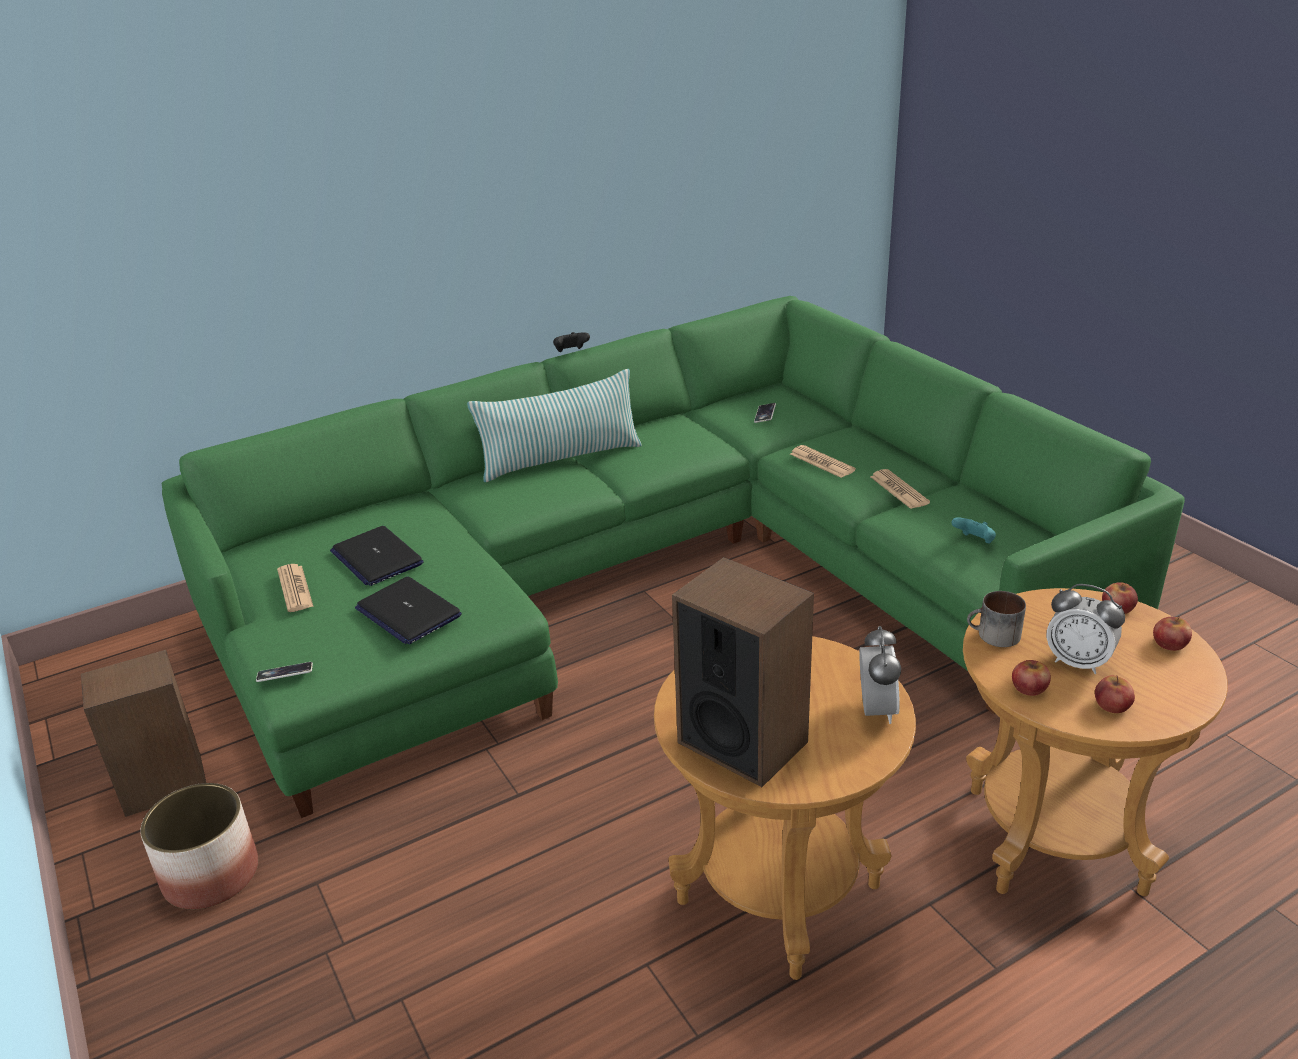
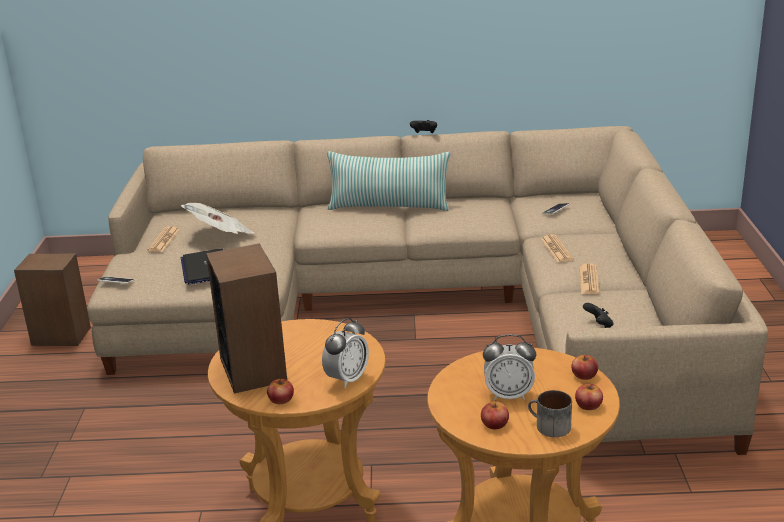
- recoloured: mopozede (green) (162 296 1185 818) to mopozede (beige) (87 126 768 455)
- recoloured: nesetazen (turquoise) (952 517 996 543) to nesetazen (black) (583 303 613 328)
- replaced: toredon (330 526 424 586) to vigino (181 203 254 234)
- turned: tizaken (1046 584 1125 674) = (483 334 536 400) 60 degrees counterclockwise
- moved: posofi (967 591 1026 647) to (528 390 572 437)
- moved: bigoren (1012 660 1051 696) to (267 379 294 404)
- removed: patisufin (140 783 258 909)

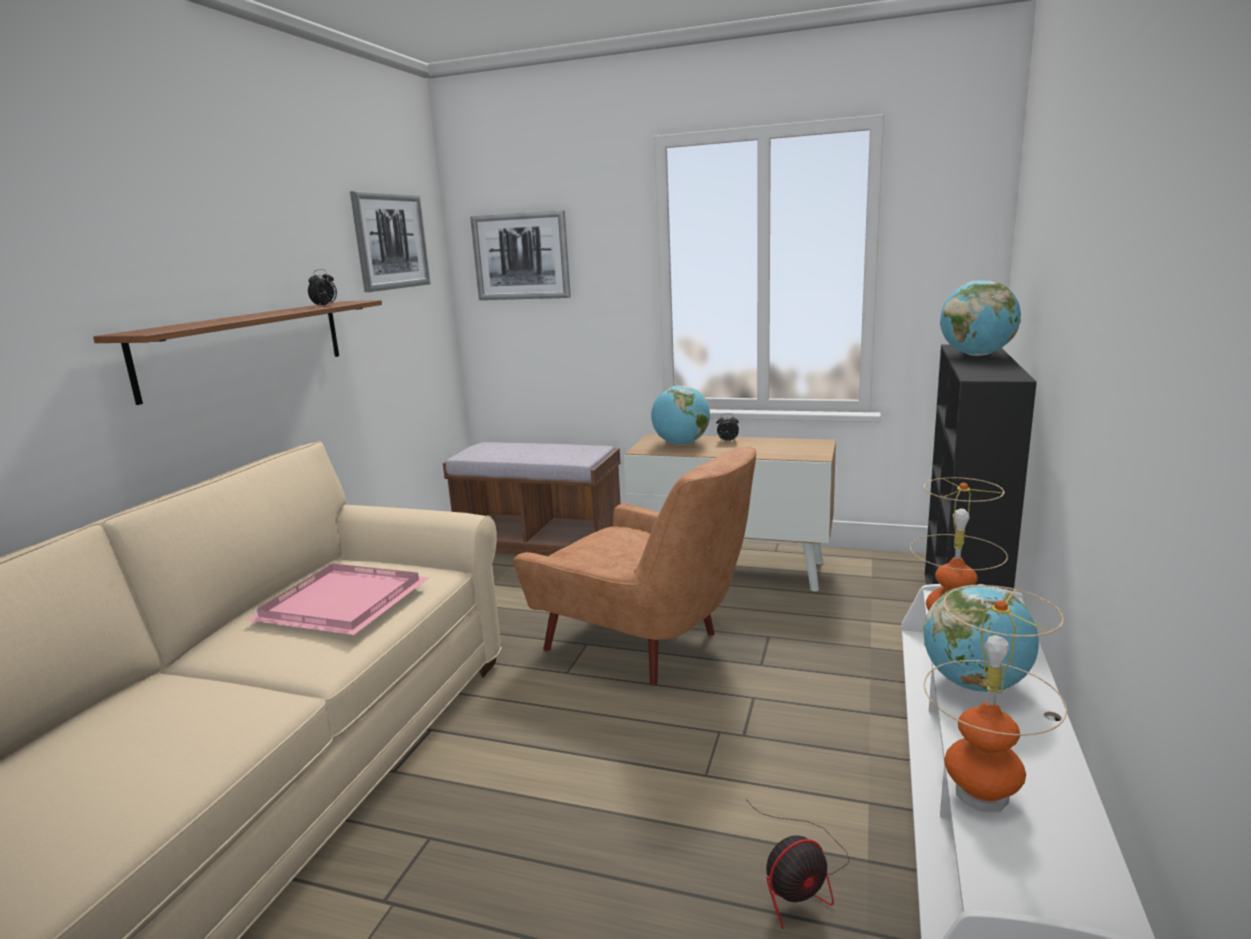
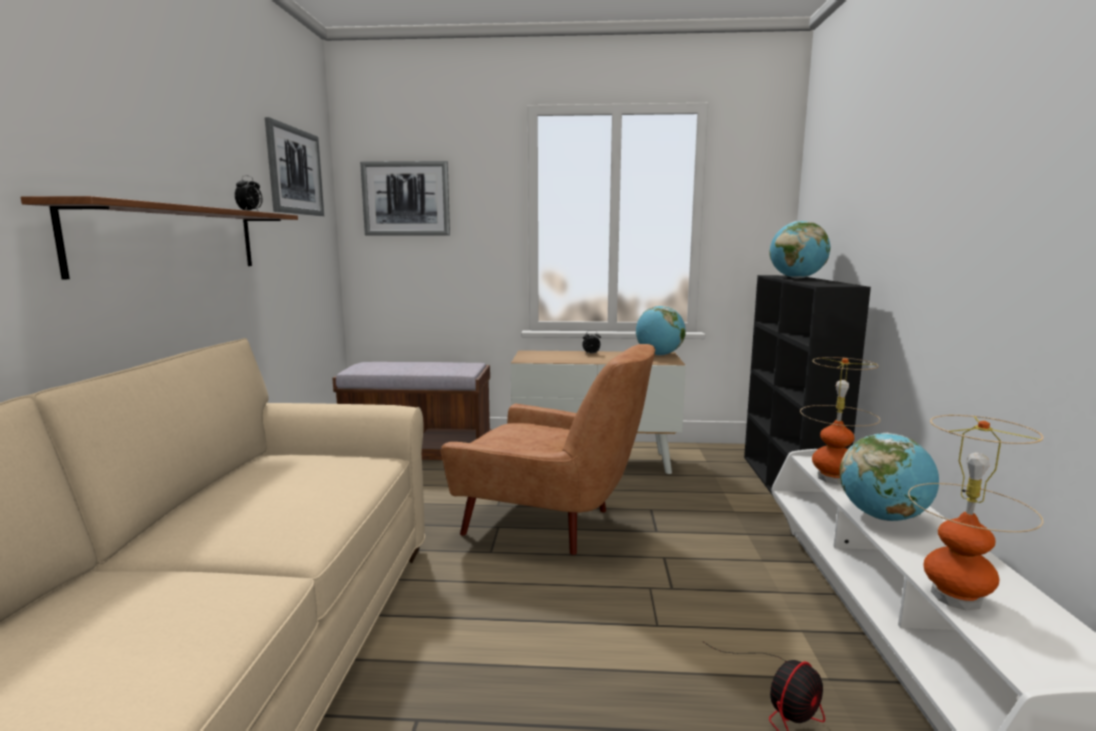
- moved: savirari (651 386 710 445) to (636 306 685 356)
- removed: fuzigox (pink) (247 564 429 635)

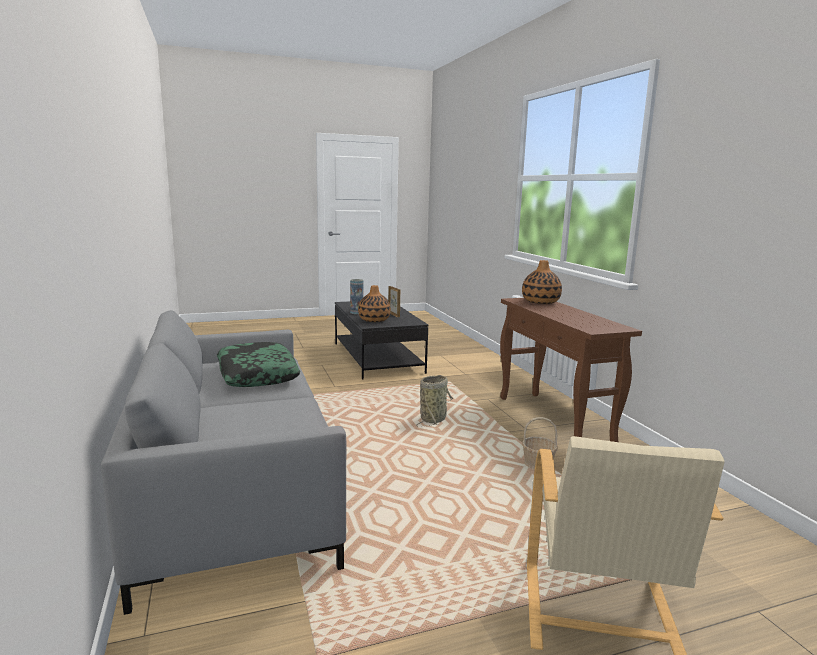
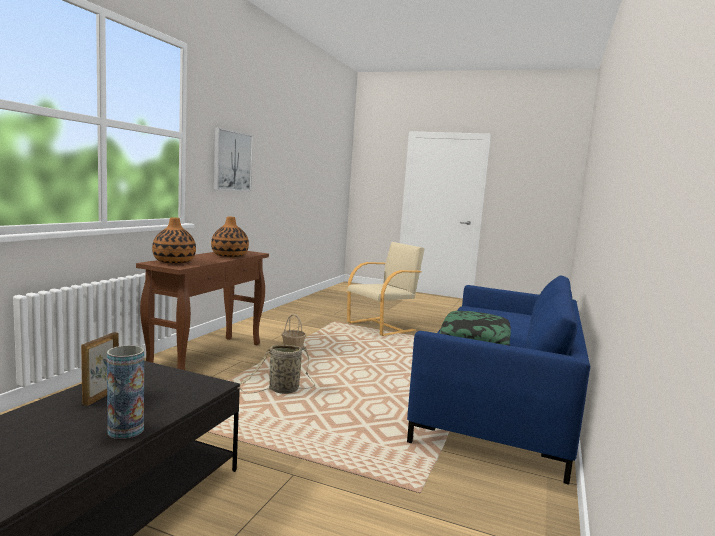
- moved: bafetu (358 285 391 322) to (211 217 249 257)
- recoloured: mopozede (grey) (101 310 347 615) to mopozede (blue) (407 275 590 485)
- added: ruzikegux (214 128 253 191)

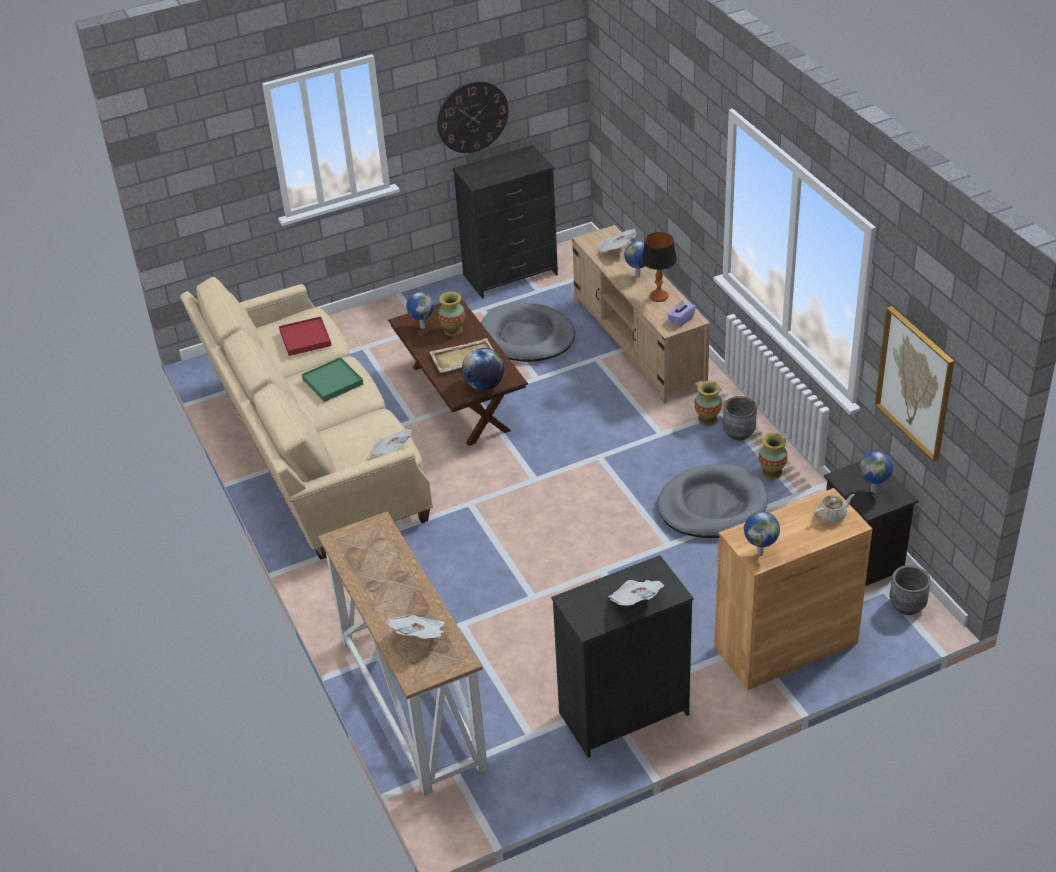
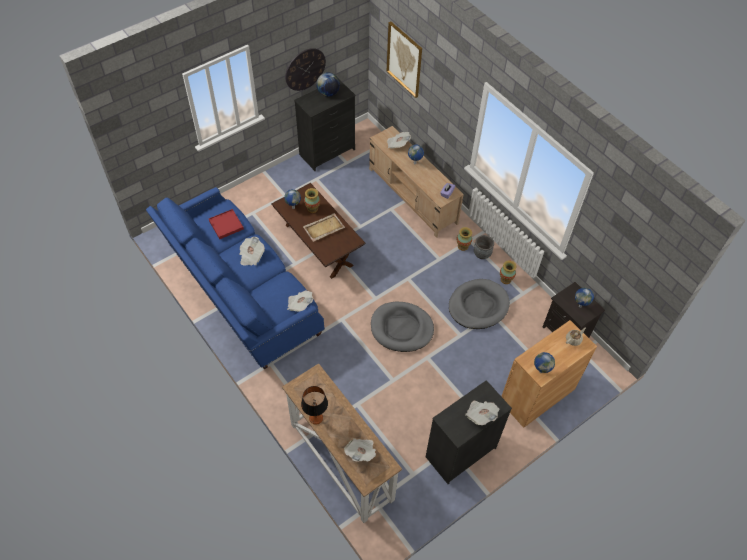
- moved: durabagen (642 232 677 302) to (301 386 328 425)
- recoloured: mopozede (beige) (180 277 433 560) to mopozede (blue) (146 187 325 369)
- moved: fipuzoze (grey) (481 303 575 362) to (371 302 434 352)
- moved: ruzikegux (875 306 954 462) to (387 22 422 98)
- moved: savirari (462 348 504 391) to (316 72 340 97)
- replaced: fuzigox (green) (302 357 363 402) to vigino (239 237 265 265)
- removed: patisufin (grey) (889 565 931 615)

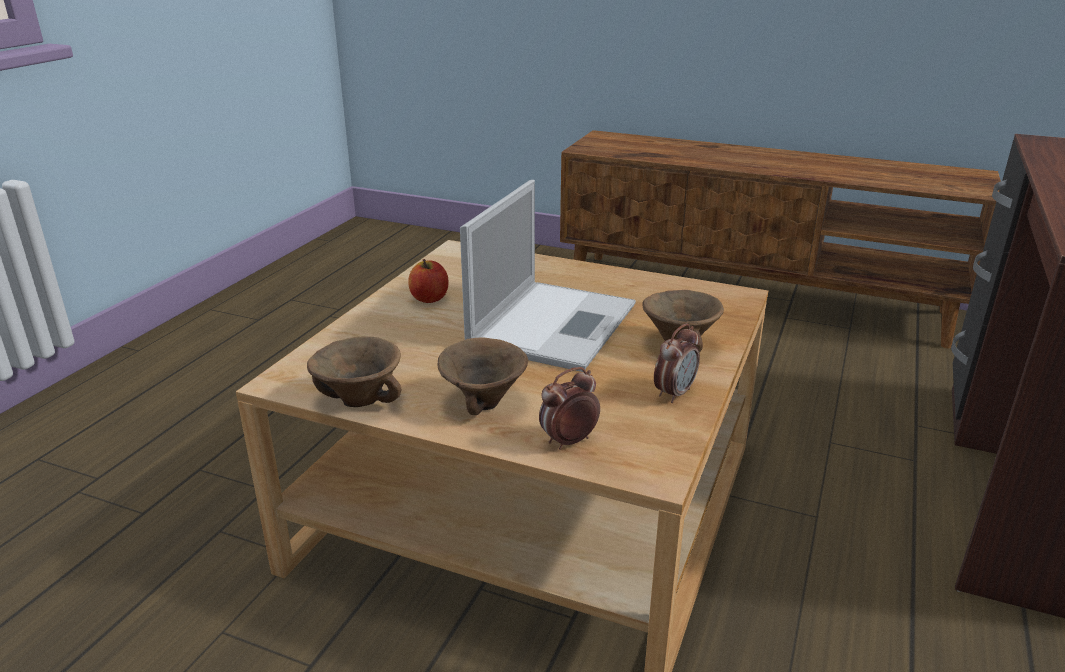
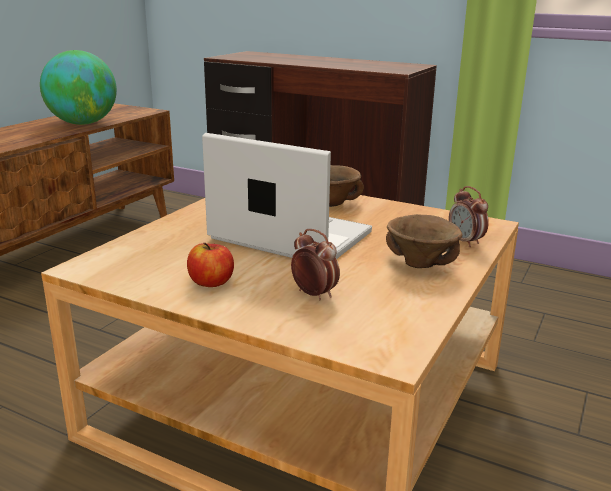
- moved: tizaken (654 323 700 403) to (291 229 340 300)
- removed: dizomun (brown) (307 337 401 407)
- added: savirari (40 50 117 125)

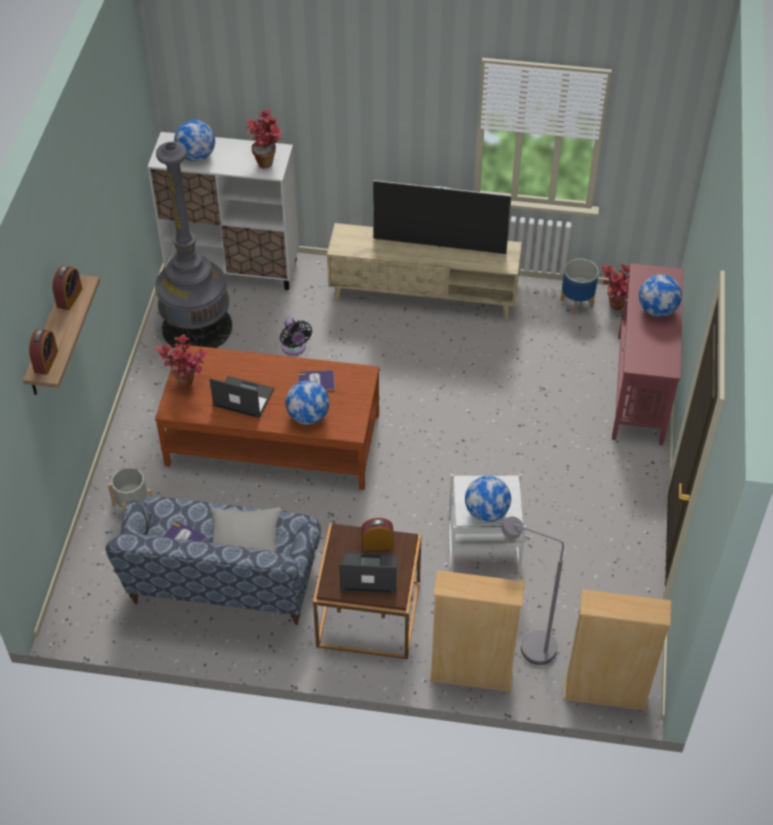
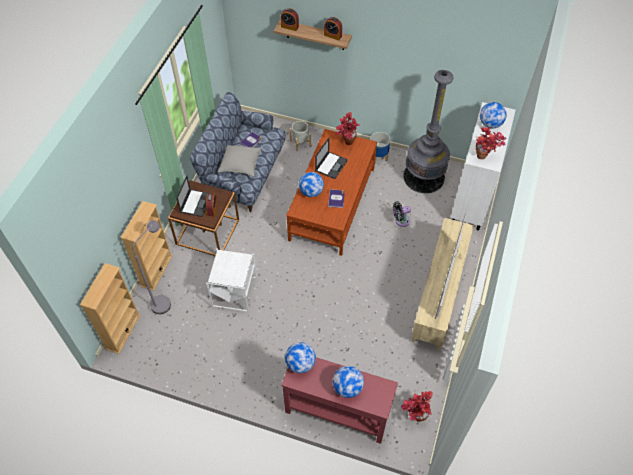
- moved: patisufin (560 258 599 315) to (370 132 390 164)
- moved: savirari (465 476 511 522) to (285 342 316 373)

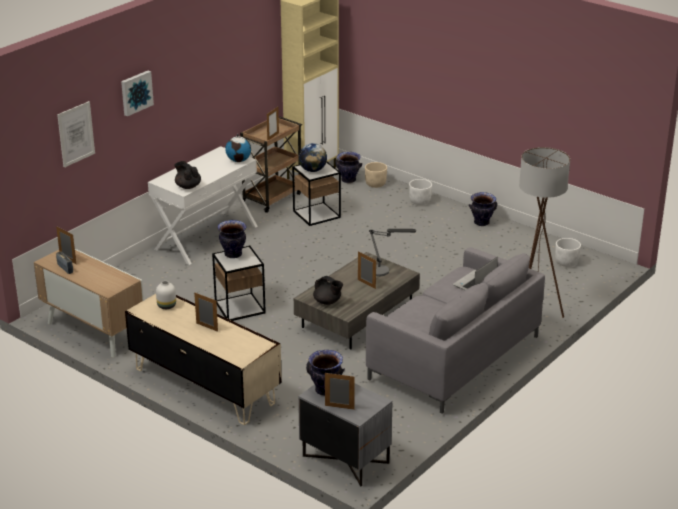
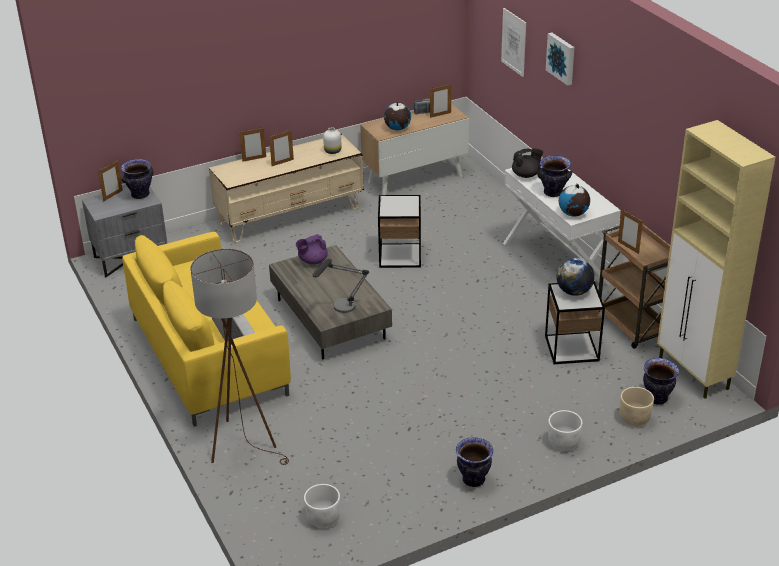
- moved: bafetu (218 220 247 258) to (537 156 573 197)
- recoloured: mopozede (grey) (366 247 545 414) to mopozede (yellow) (122 232 291 427)
- moved: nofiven (358 251 376 289) to (240 128 266 162)
- recoloured: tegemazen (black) (313 276 343 305) to tegemazen (purple) (296 234 328 265)
- added: savirari (384 101 411 130)

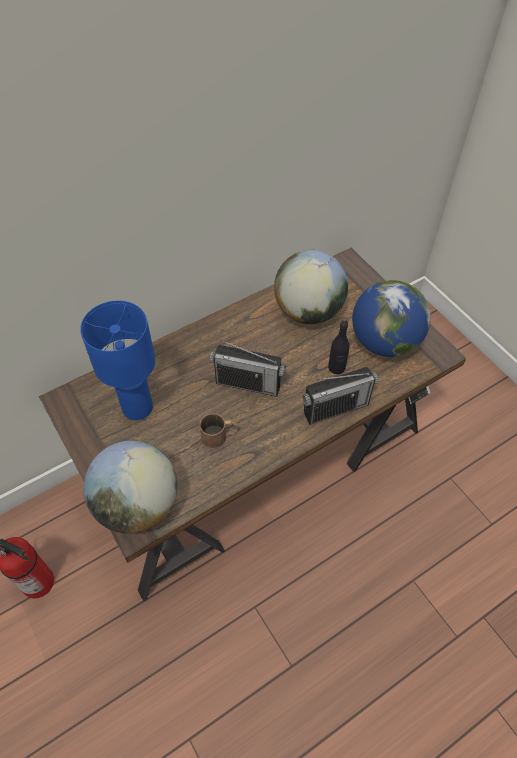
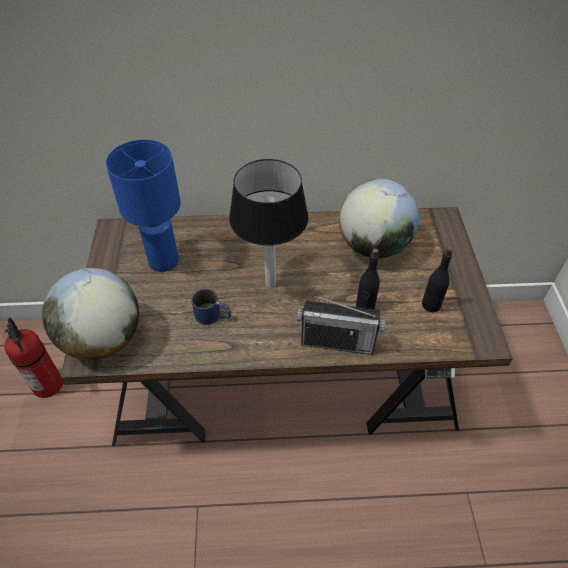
- replaced: savirari (352 280 431 357) to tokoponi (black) (422 247 453 312)
- replaced: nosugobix (209 340 286 397) to durabagen (229 159 308 288)
- recoloured: posofi (brown) (200 413 239 448) to posofi (blue) (191 289 231 325)

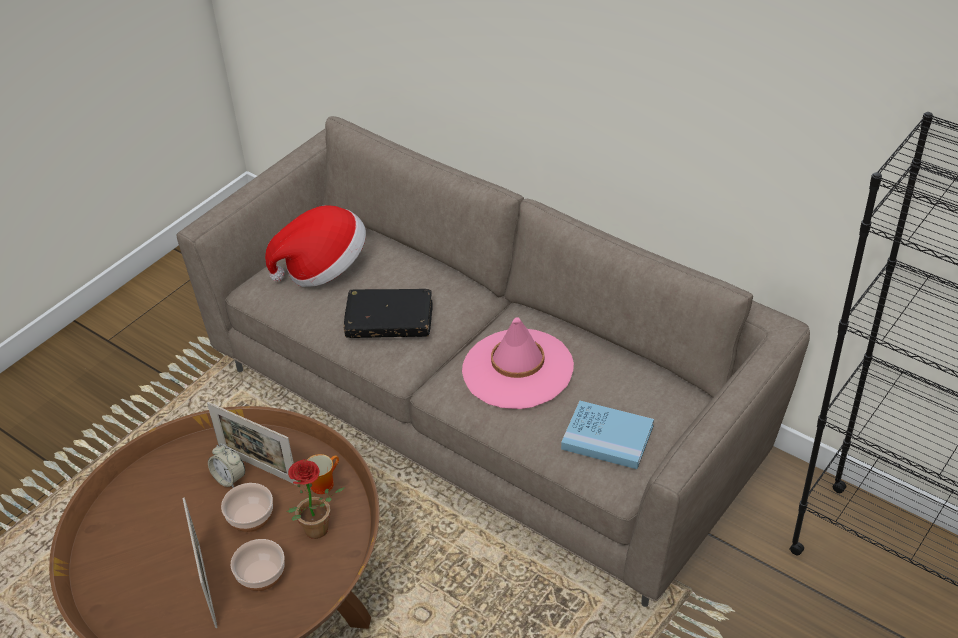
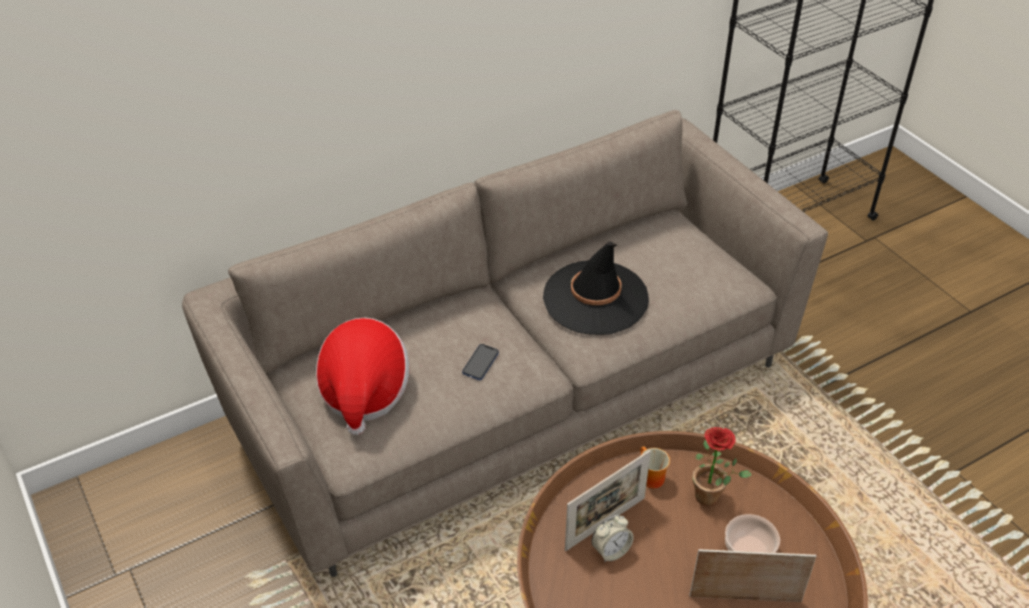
- replaced: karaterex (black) (344 289 432 338) to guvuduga (462 344 499 380)
- recoloured: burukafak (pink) (462 317 574 409) to burukafak (black) (543 242 649 335)
- removed: karaterex (blue) (561 401 654 469)
- removed: dizomun (221 483 273 532)

